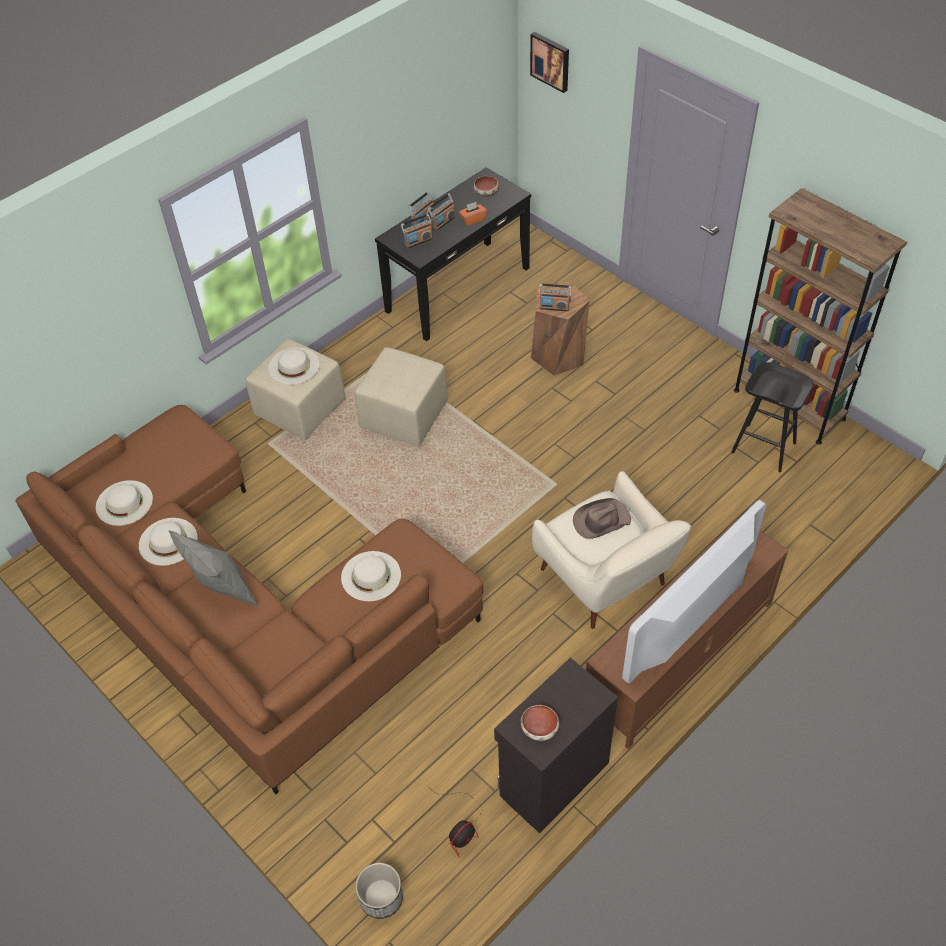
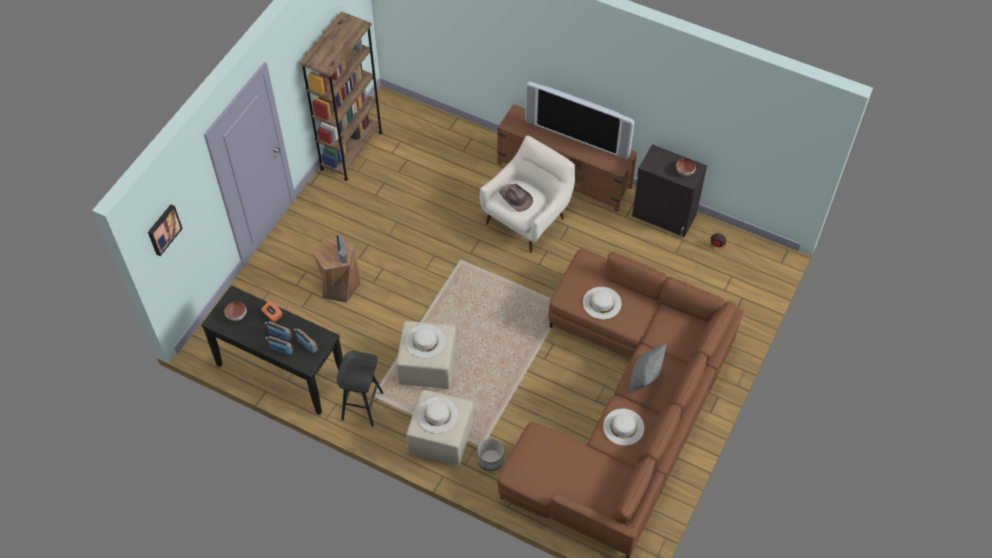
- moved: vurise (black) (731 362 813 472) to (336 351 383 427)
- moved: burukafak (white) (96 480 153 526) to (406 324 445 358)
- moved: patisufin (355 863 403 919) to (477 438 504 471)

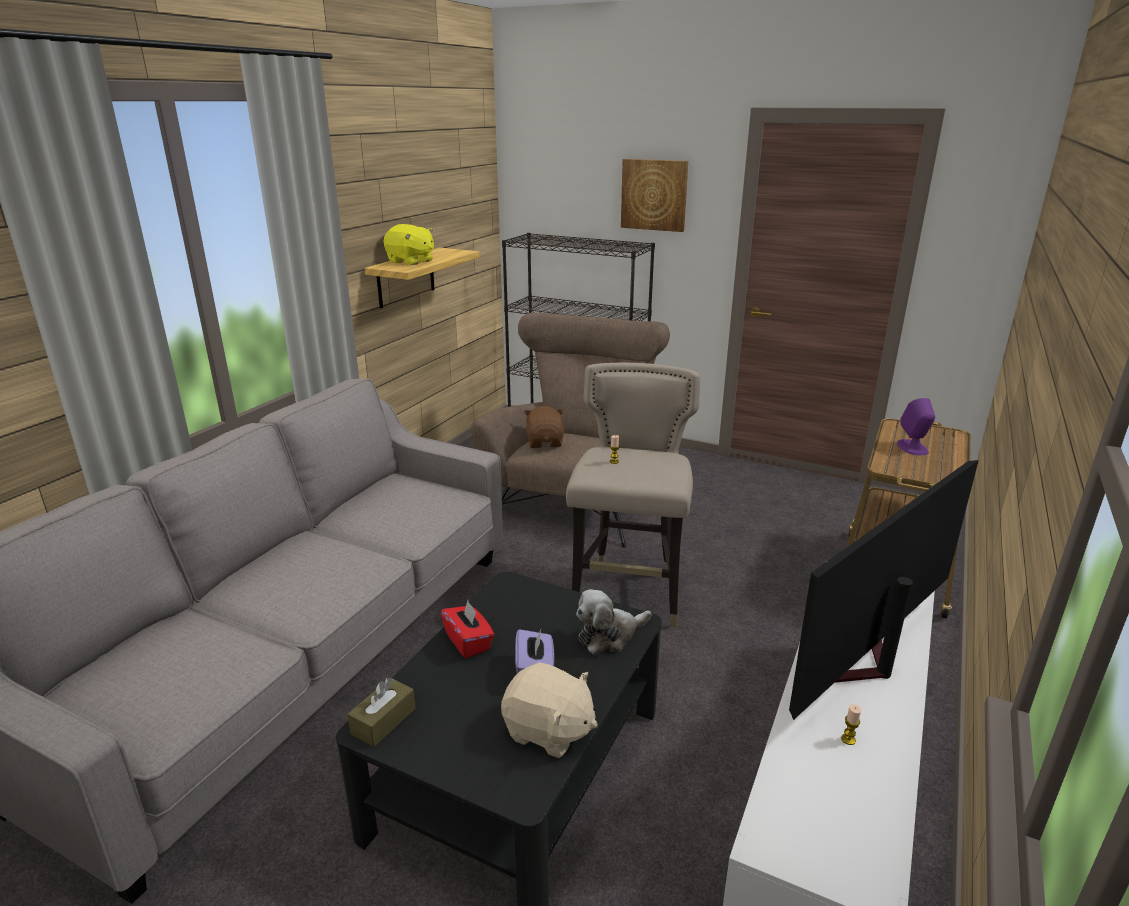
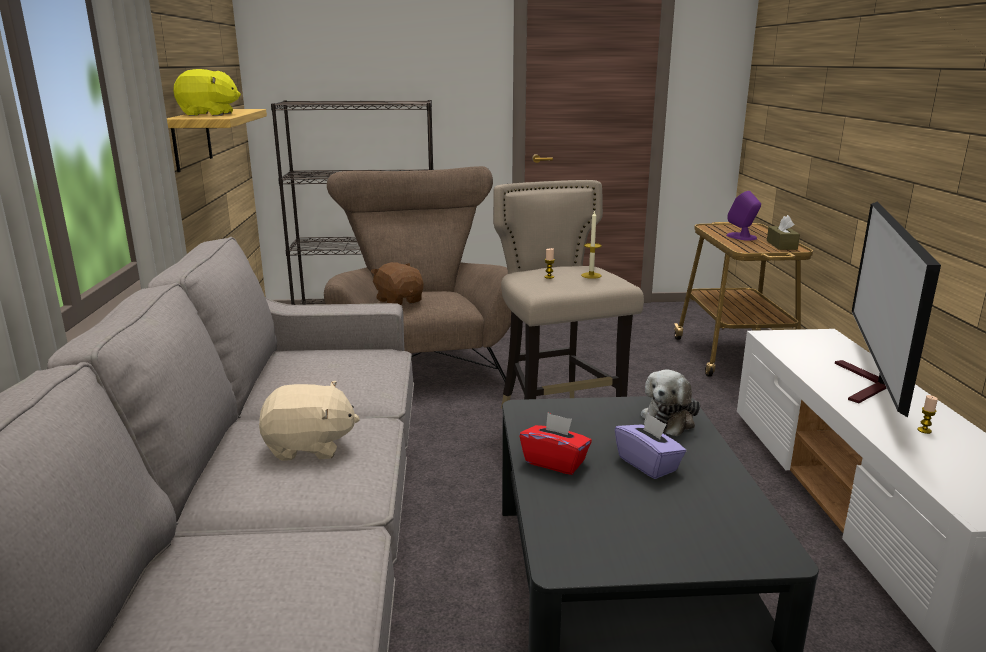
- removed: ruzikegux (621 159 688 232)
- moved: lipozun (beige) (501 662 598 758) to (259 381 360 461)
- moved: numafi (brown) (347 678 416 747) to (767 215 800 250)
- added: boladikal (581 210 602 279)

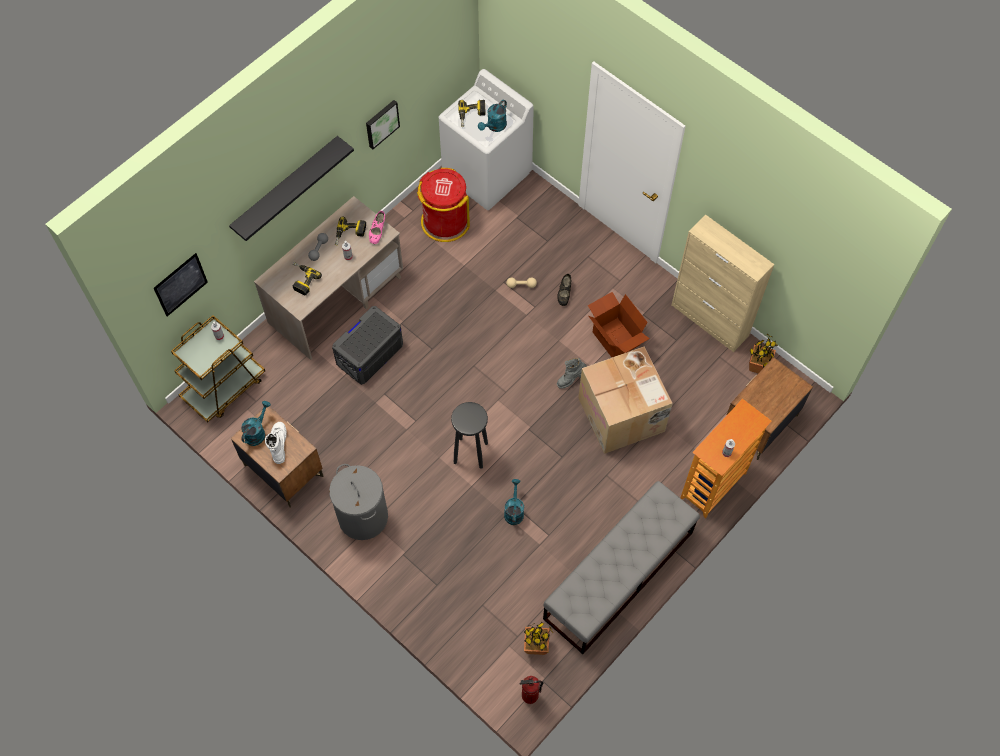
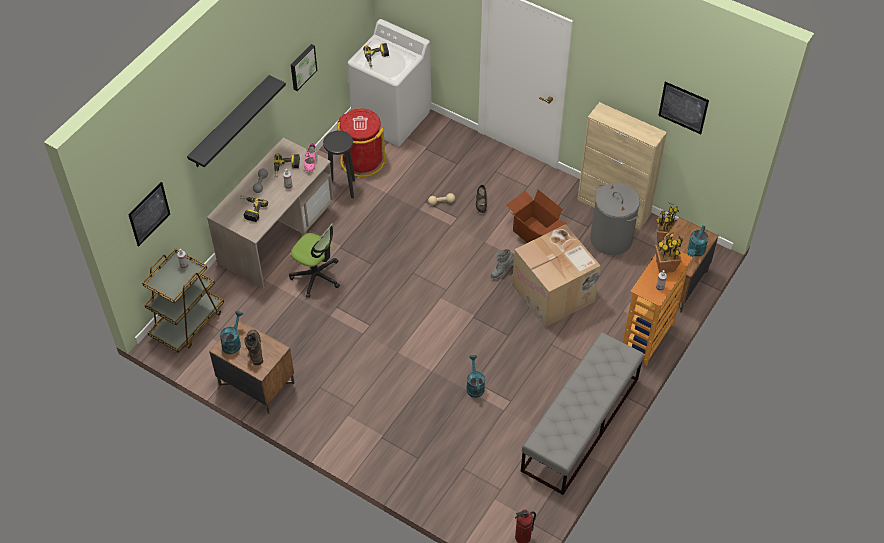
- moved: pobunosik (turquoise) (478 100 507 132) to (687 226 708 257)
- replaced: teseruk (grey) (332 306 403 385) to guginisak (289 223 340 298)
- moved: vurise (black) (451 402 488 469) to (323 131 355 198)
- recoloured: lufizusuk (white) (265 422 287 464) to lufizusuk (brown) (244 330 263 365)
- moved: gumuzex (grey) (329 464 388 540) to (590 183 640 255)
- moved: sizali (524 622 553 655) to (655 232 683 273)
- added: ruzikegux (658 82 709 134)

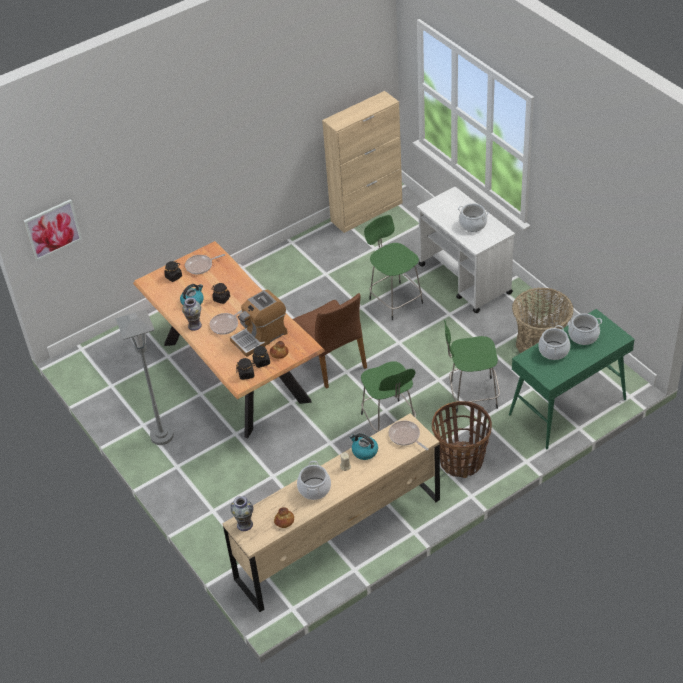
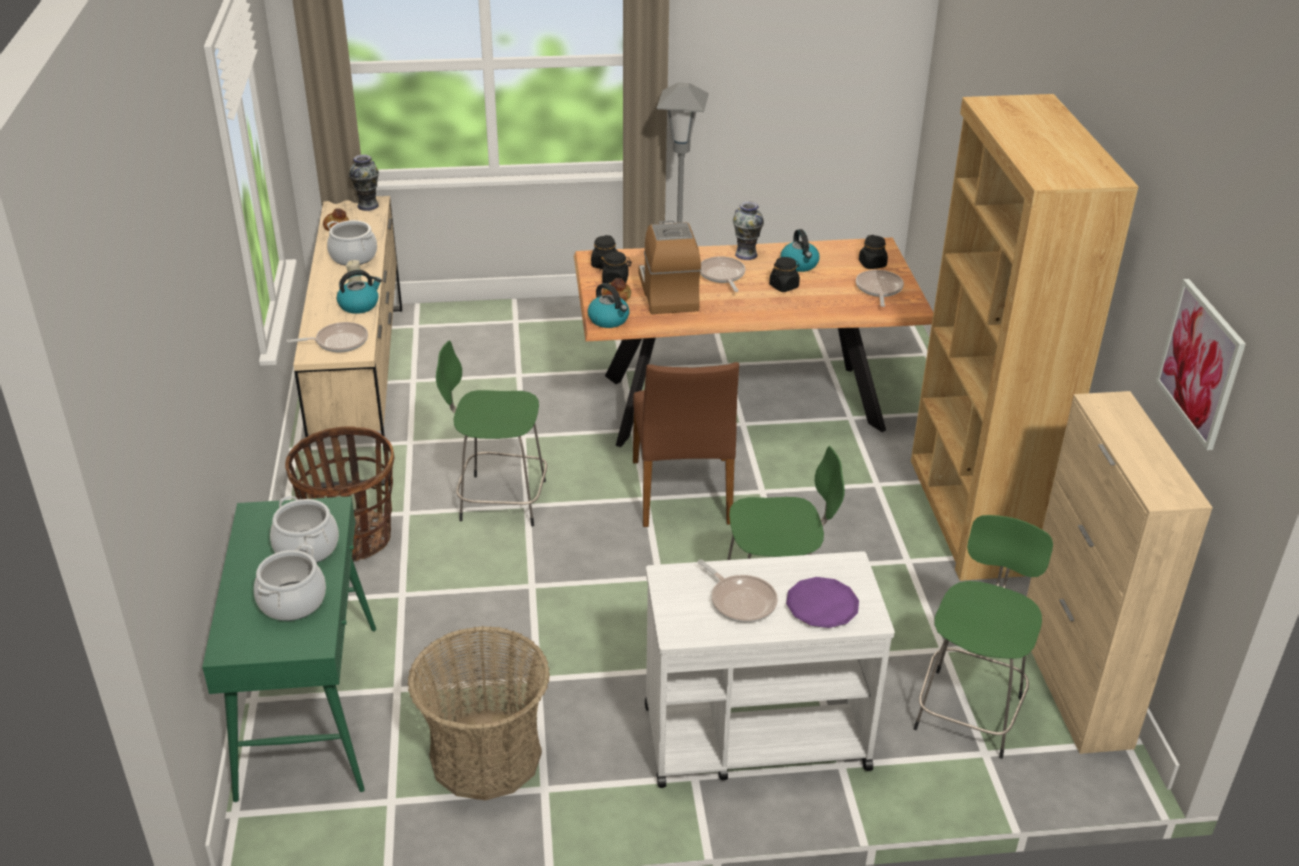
- moved: ruzikegux (24 199 82 261) to (1156 279 1246 450)
- replaced: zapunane (458 203 489 232) to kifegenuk (698 559 778 623)
- turned: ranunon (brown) (293 293 367 389) = (633 362 739 527) 90 degrees counterclockwise
- moved: vurise (green) (444 320 500 413) to (914 515 1053 759)
- added: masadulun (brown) (911 94 1139 581)
- added: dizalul (588 283 629 328)
- added: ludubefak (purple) (786 577 859 628)

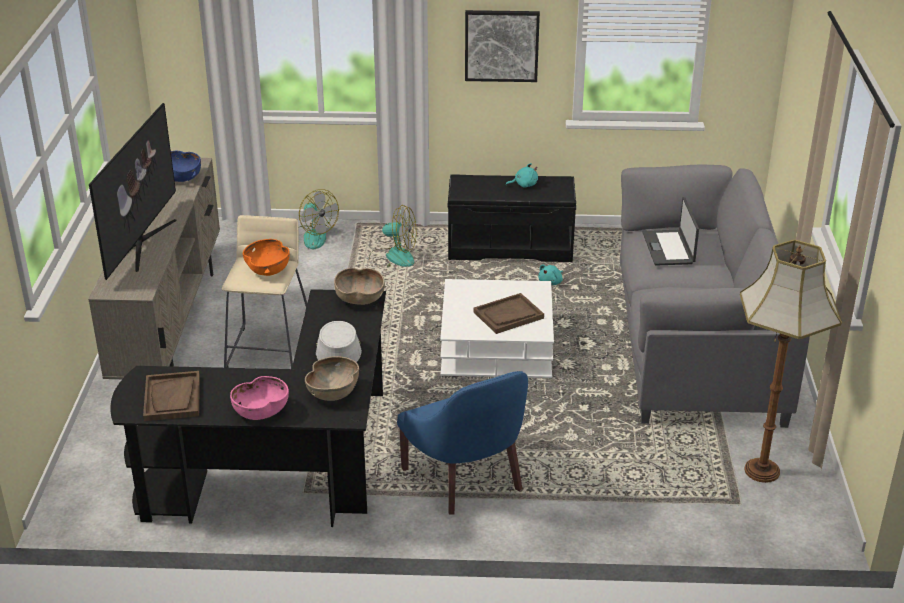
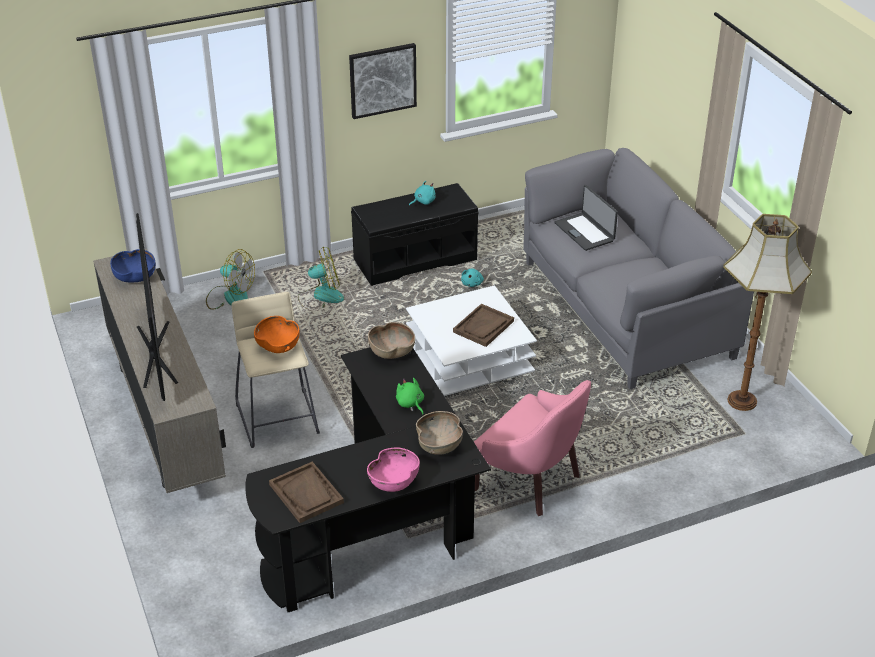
- replaced: burukafak (grey) (316 321 362 366) to lipozun (green) (396 378 424 415)
- recoloured: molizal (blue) (397 371 528 515) to molizal (pink) (474 380 591 516)

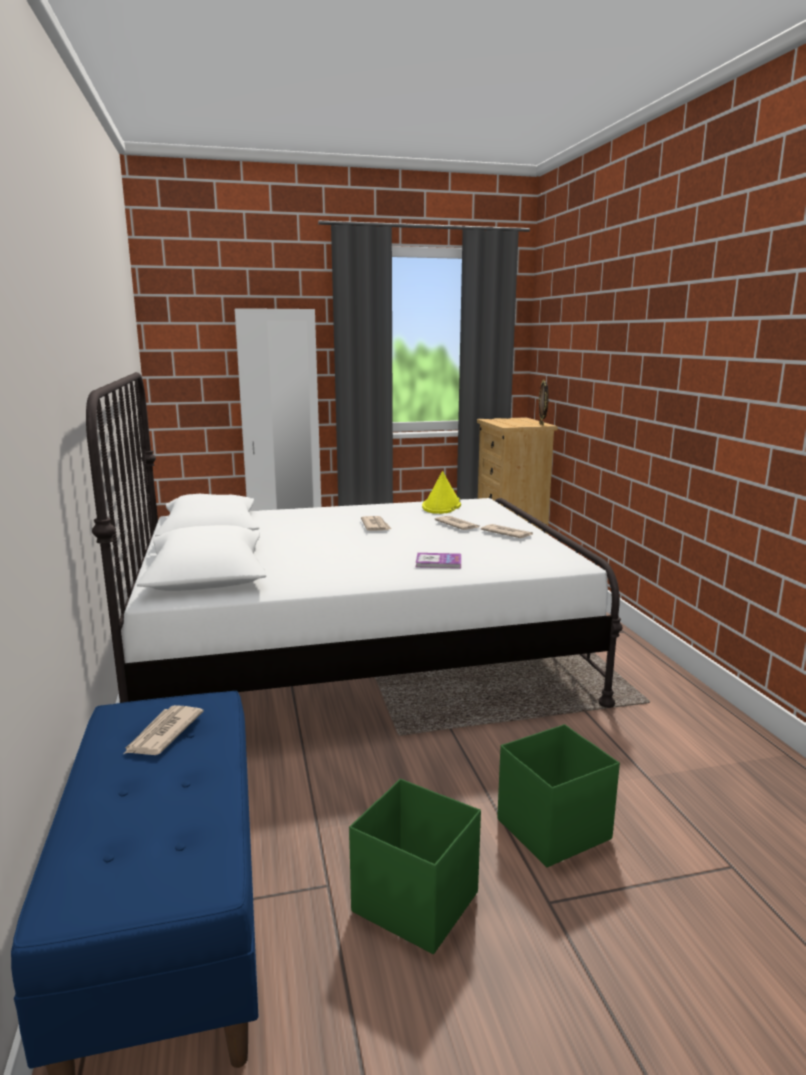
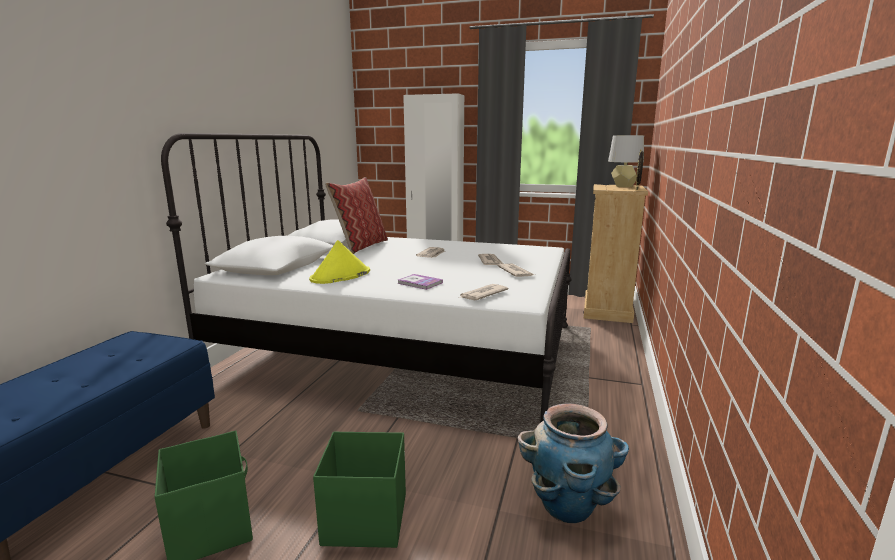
- moved: burukafak (yellow) (422 471 461 514) to (309 240 370 284)
- moved: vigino (124 705 203 755) to (459 284 508 300)
- added: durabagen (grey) (608 135 644 187)
- added: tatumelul (325 177 388 254)
- added: patisufin (518 403 629 523)

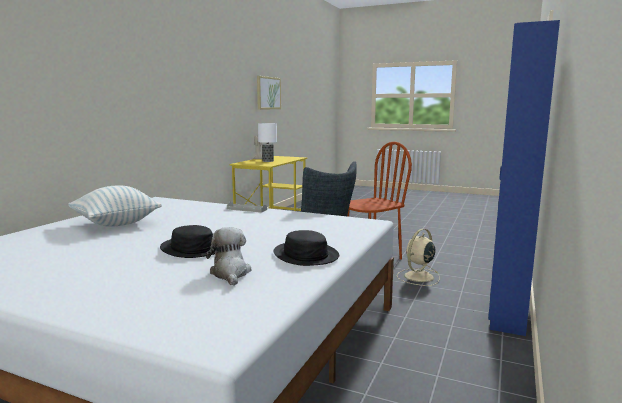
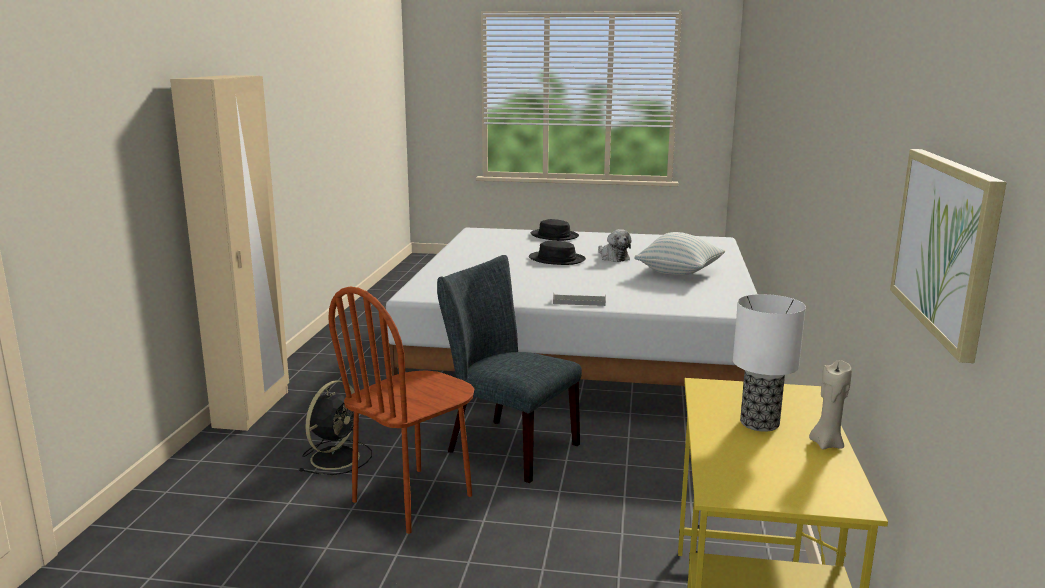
- recoloured: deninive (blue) (488 20 560 336) to deninive (beige) (170 75 289 431)
- moved: lipozun (206 227 251 286) to (598 229 632 262)
- recoloured: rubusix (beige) (397 228 440 286) to rubusix (black) (298 380 372 475)
- moved: burukafak (black) (274 230 339 266) to (531 219 579 241)

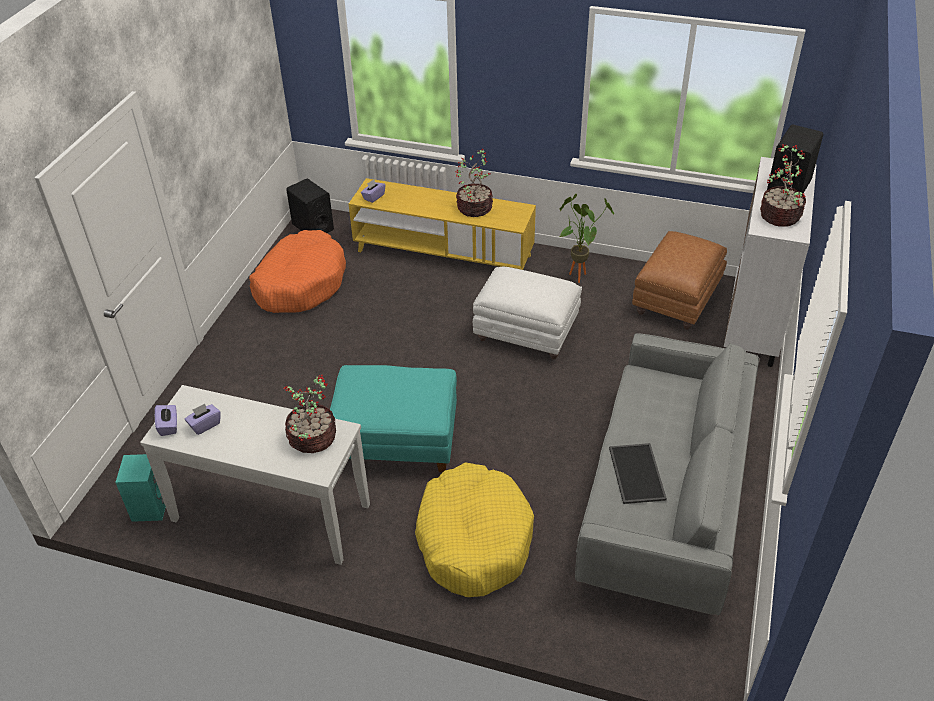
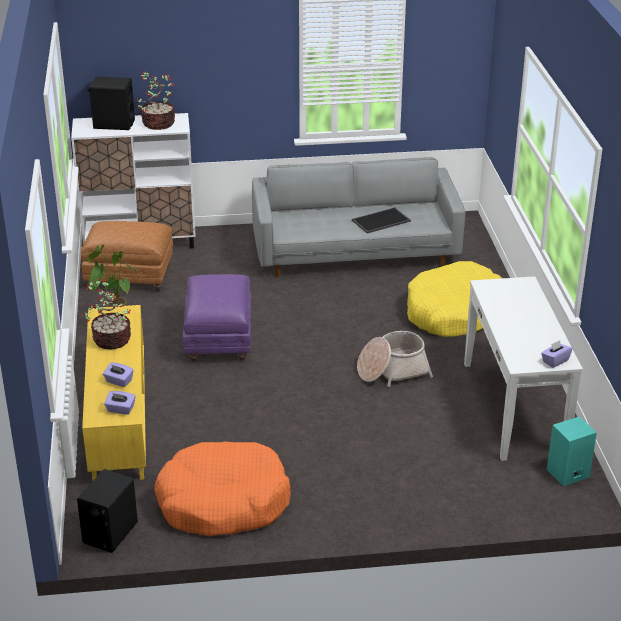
- recoloured: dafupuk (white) (473 267 582 360) to dafupuk (purple) (182 274 251 362)
- replaced: dafupuk (turquoise) (330 365 457 472) to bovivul (357 331 433 387)
- removed: sizali (284 375 336 453)
- moved: numafi (purple) (185 404 221 435) to (103 363 134 387)

